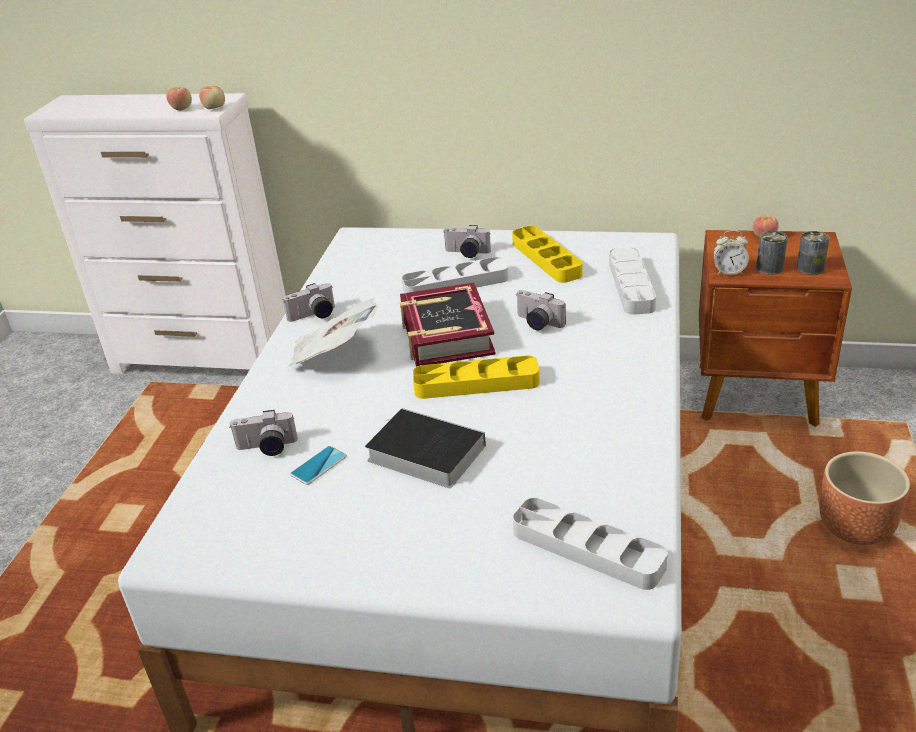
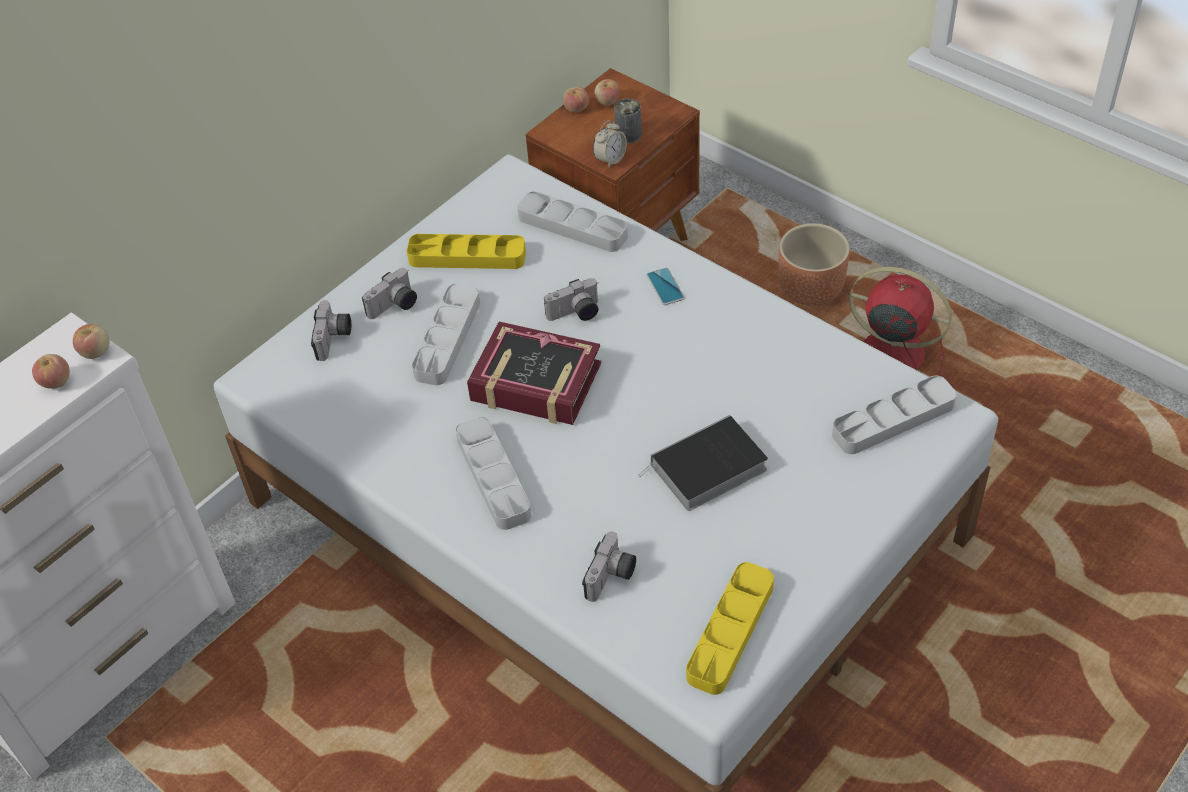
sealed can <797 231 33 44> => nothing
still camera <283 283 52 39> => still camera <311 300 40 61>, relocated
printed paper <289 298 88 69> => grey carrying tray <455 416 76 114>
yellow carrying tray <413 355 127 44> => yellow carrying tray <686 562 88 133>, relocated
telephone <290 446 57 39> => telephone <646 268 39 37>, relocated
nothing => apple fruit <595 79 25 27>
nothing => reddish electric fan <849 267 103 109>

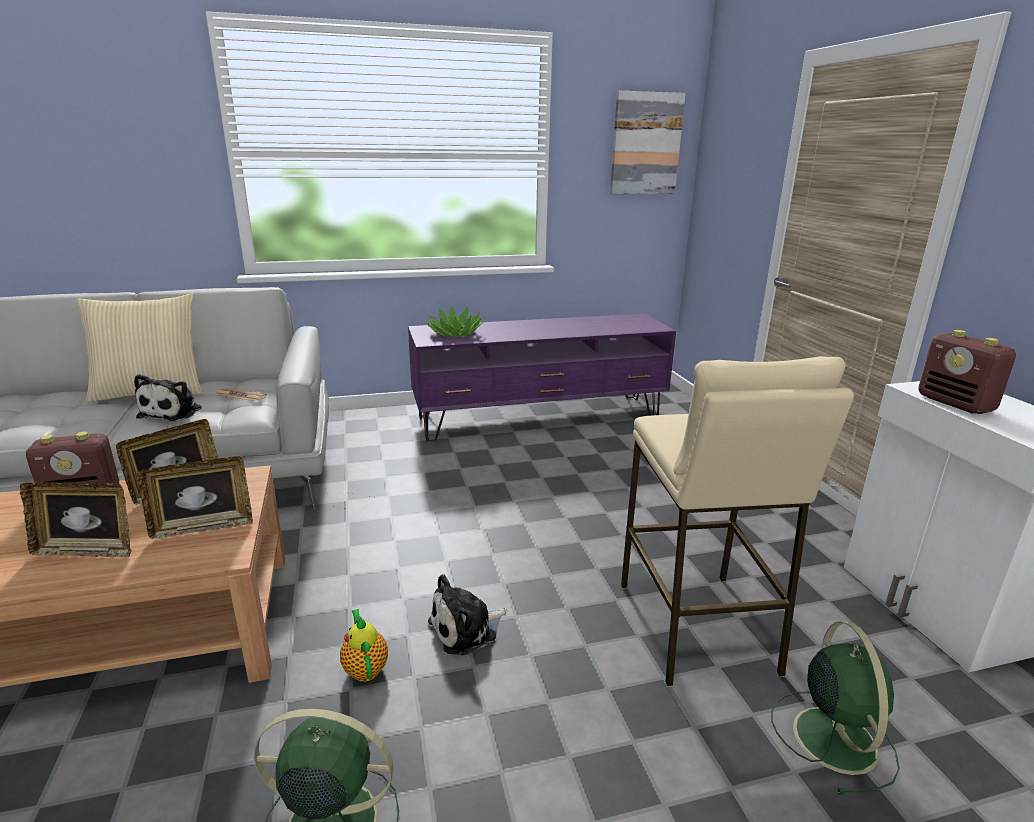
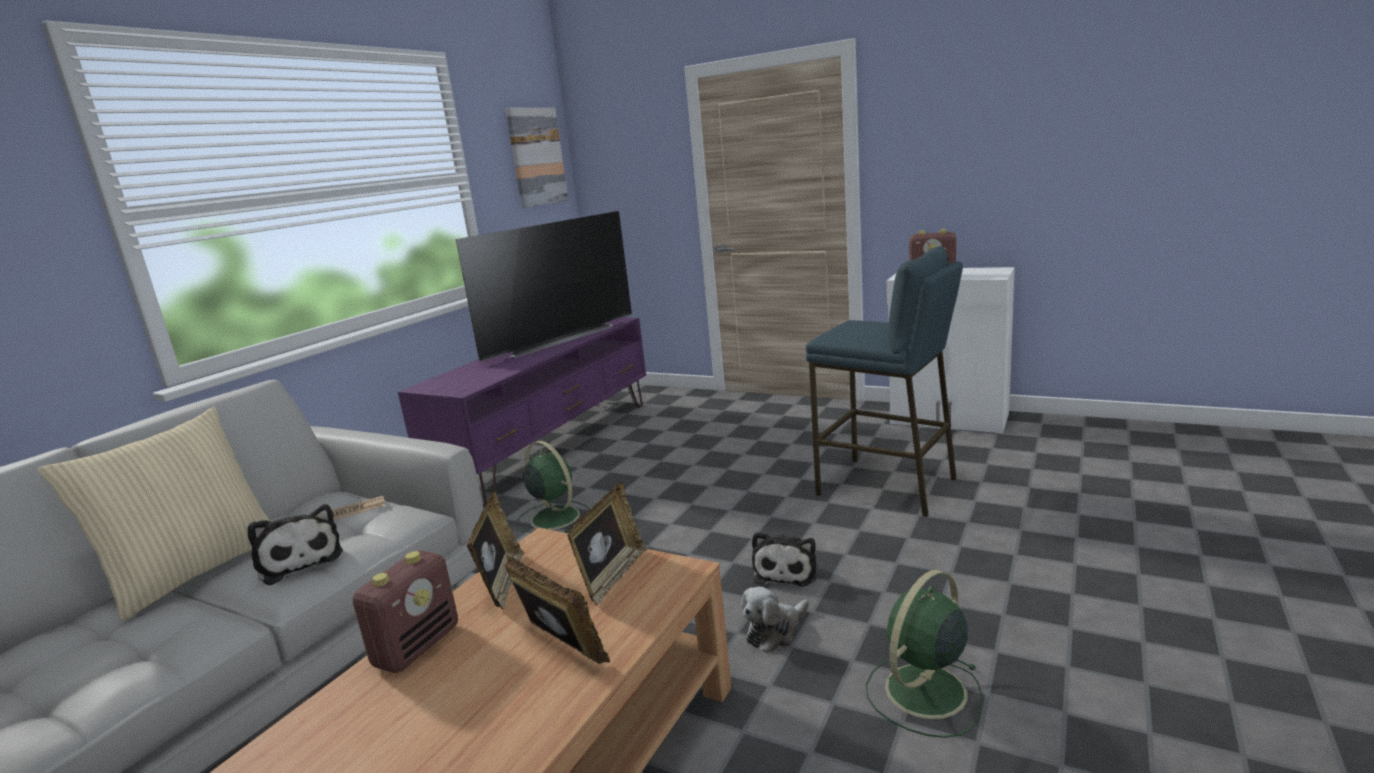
houseplant <425 305 60 32> => nothing
sand-coloured stool <621 356 233 331> => blue stool <806 246 157 271>
picture frame <20 482 111 75> => picture frame <505 554 105 110>, 90 degrees counterclockwise
tea pot <340 609 48 73> => soft toy <741 587 68 66>
green electric fan <771 621 129 174> => green electric fan <516 441 74 92>, relocated
nothing => television <456 211 176 151>

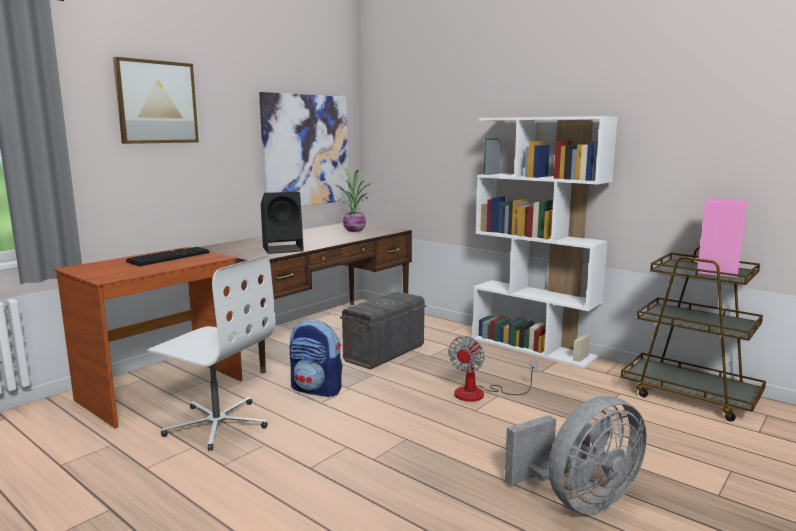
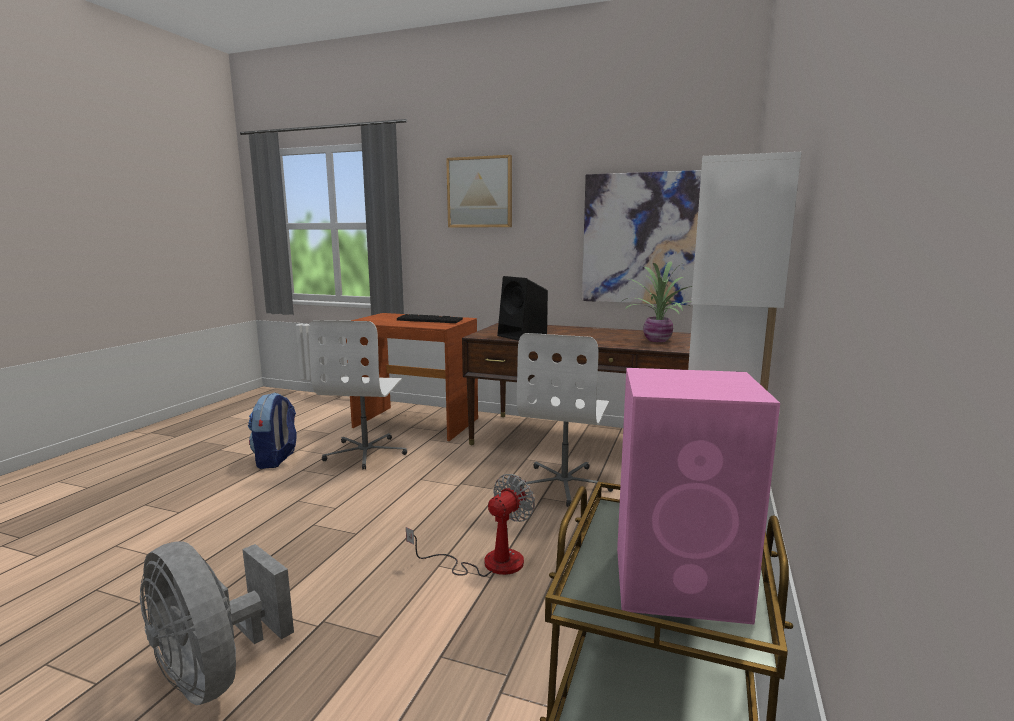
grey storage box <340 291 86 78> => white desk chair <517 333 96 174>
knapsack <290 320 53 77> => knapsack <248 392 48 77>, relocated
electric fan <448 336 89 66> => electric fan <406 474 129 103>, 120 degrees clockwise

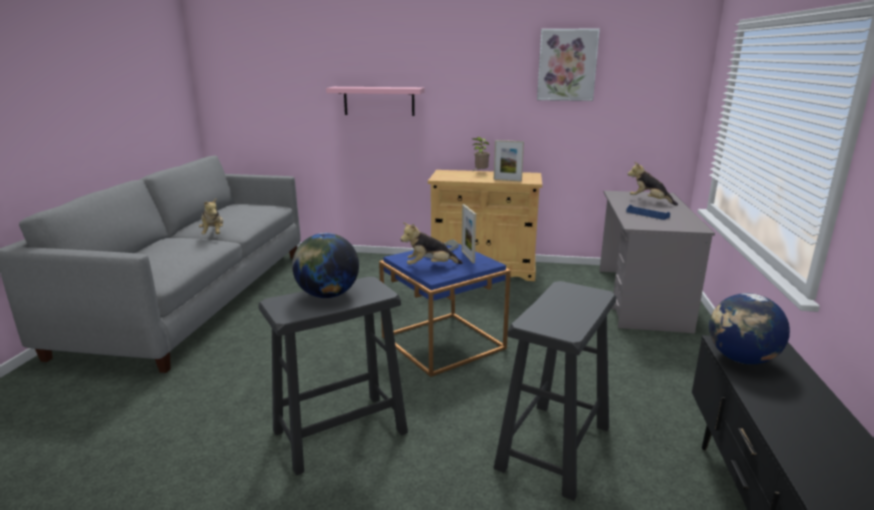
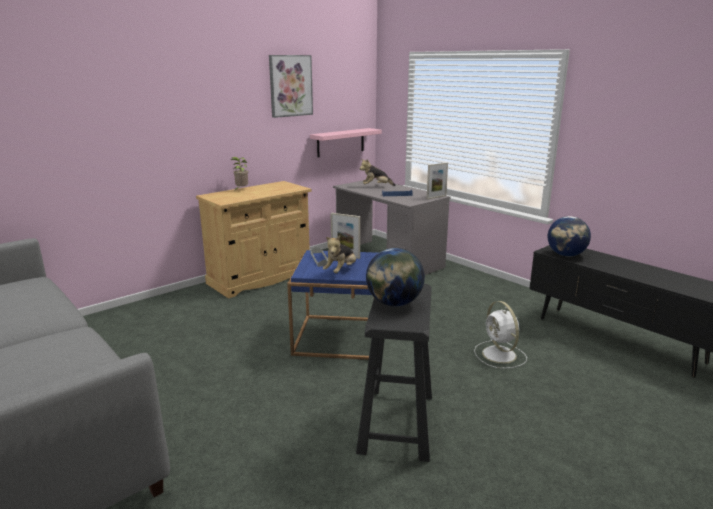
pink-coloured shelf <326 87 99 29> => pink-coloured shelf <310 128 72 29>, relocated
picture frame <494 140 30 42> => picture frame <427 163 21 36>, relocated
soft toy <199 199 24 35> => nothing
black stool <494 281 122 220> => white electric fan <474 301 53 67>

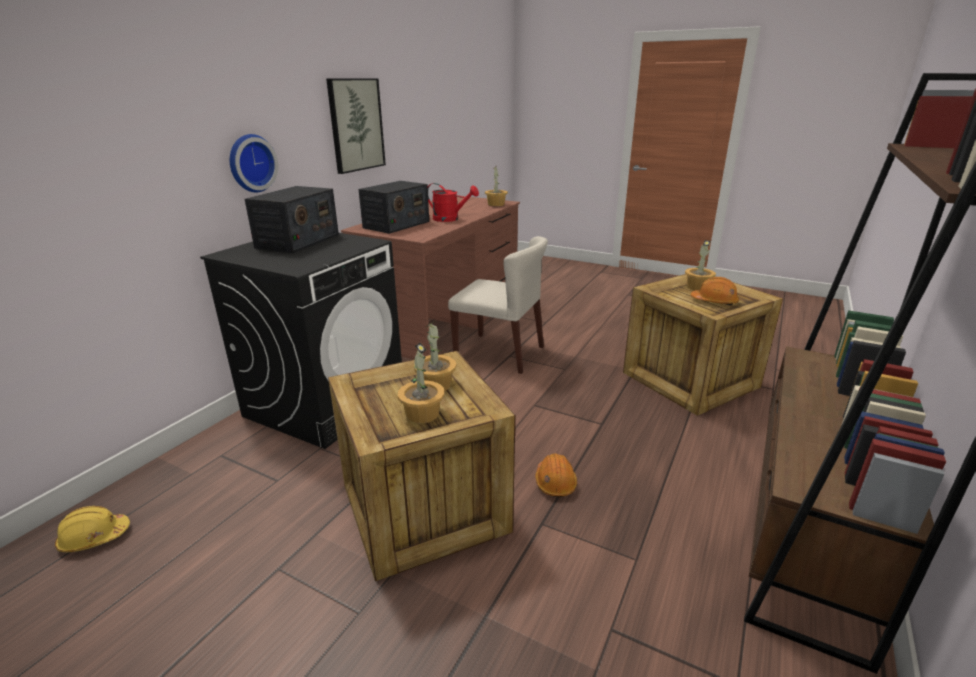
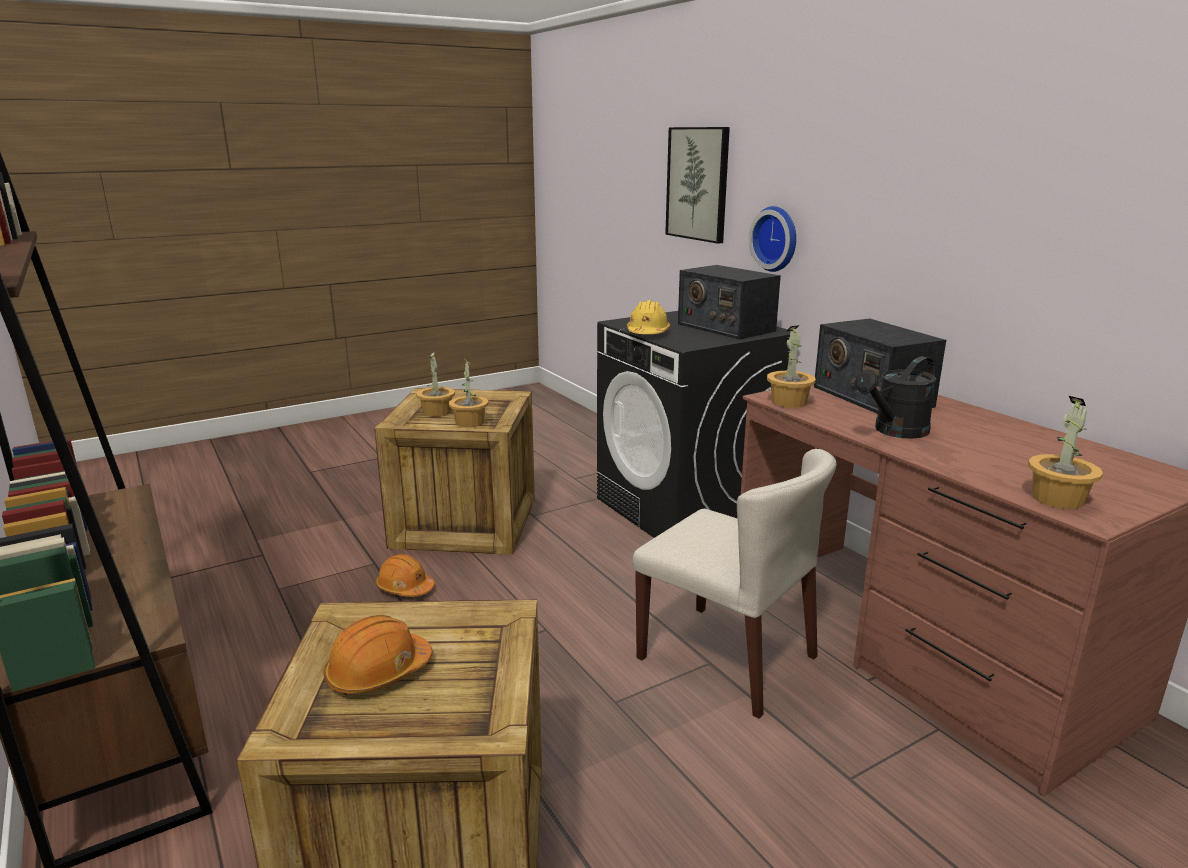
wall art <326 79 60 95> => wall art <665 127 65 117>, relocated
reddish watering pot <428 183 51 39> => black watering pot <854 356 82 83>
sand-coloured chair <448 236 100 138> => sand-coloured chair <632 449 204 270>, 105 degrees counterclockwise
houseplant <685 240 31 50> => houseplant <767 325 49 83>, relocated
yellow hard hat <55 506 75 46> => yellow hard hat <627 300 43 34>, relocated

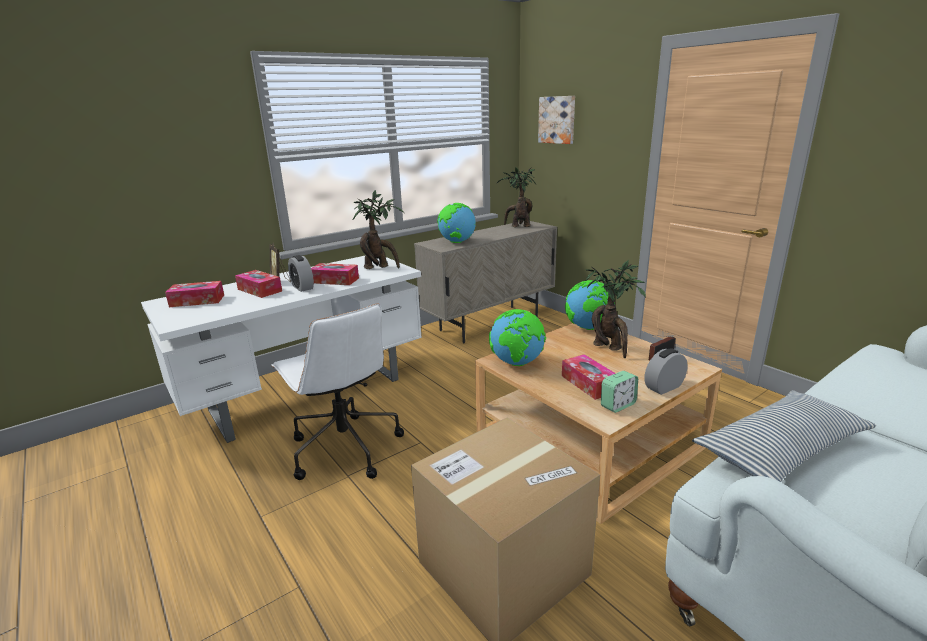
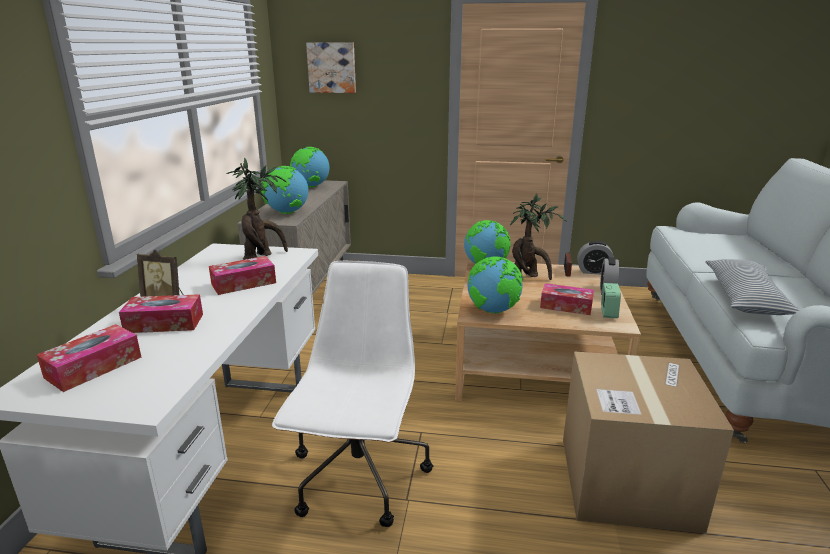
houseplant <496 167 40 60> => world globe <290 147 40 40>
table clock <288 255 26 37> => table clock <577 241 37 34>, relocated
white desk chair <271 303 133 177> => white desk chair <272 260 161 267>, 90 degrees counterclockwise

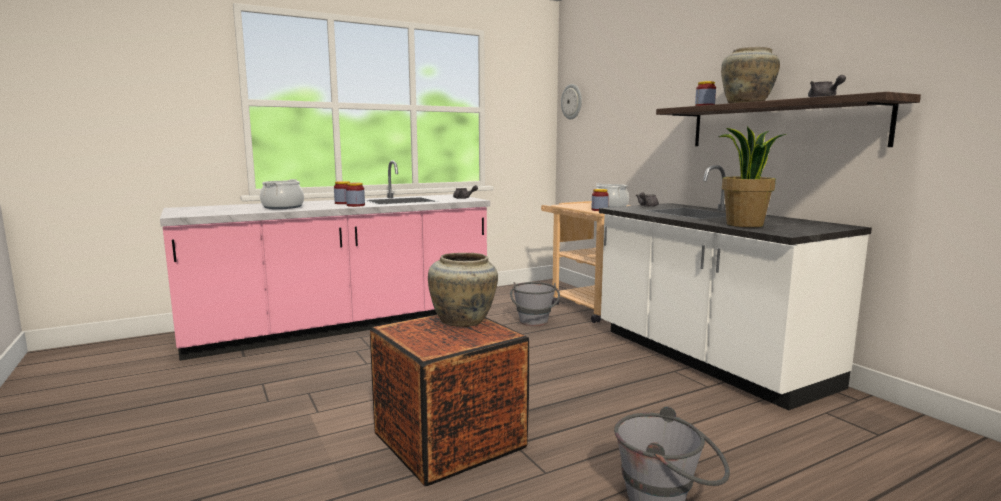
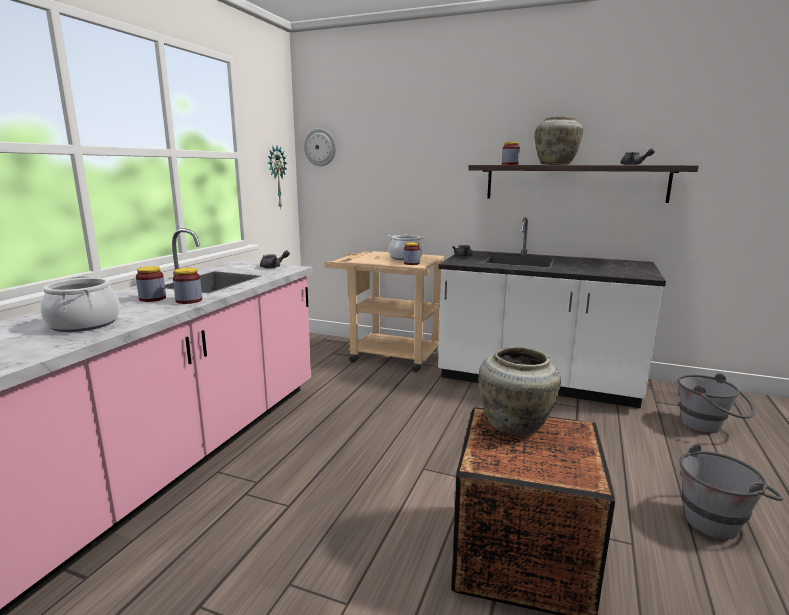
houseplant <718 126 68 101> => nothing
grey bucket <510 282 50 44> => grey bucket <678 374 77 59>, relocated
nothing => wall clock <268 146 19 63>

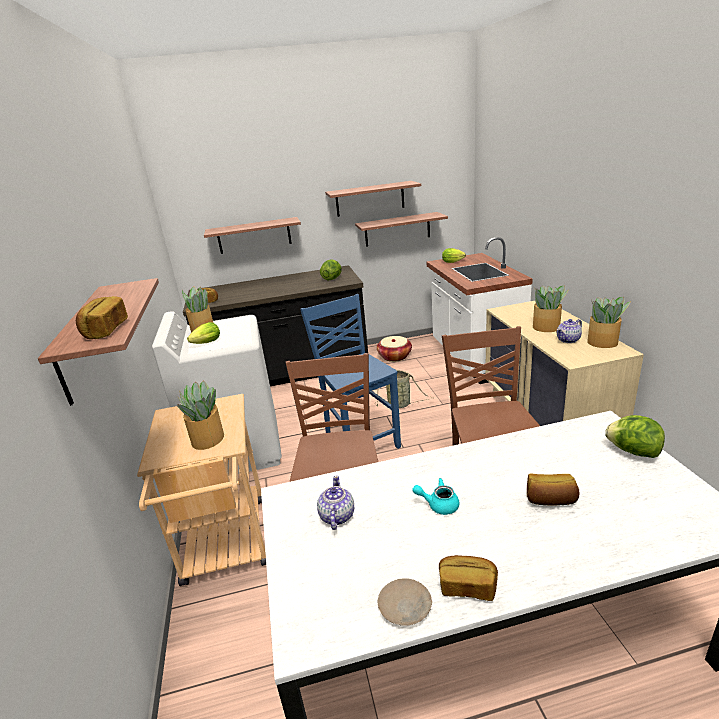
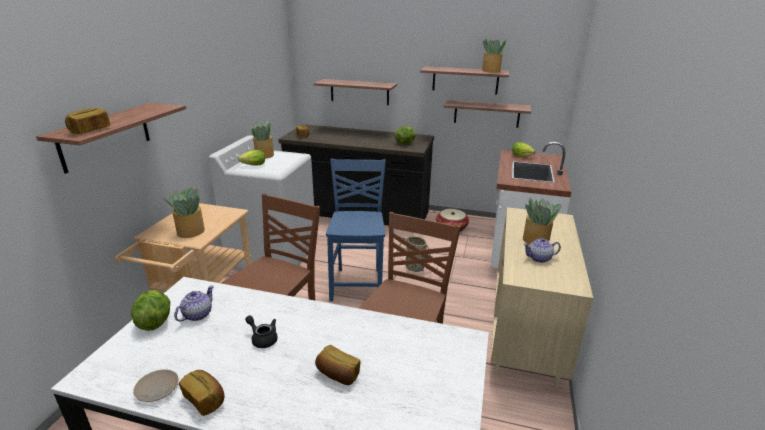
houseplant <587 297 44 51> => houseplant <482 38 26 35>, relocated
head of lettuce <605 415 60 43> => head of lettuce <131 290 39 41>, relocated
turquoise-coloured tea pot <412 478 48 37> => black tea pot <245 315 33 33>

